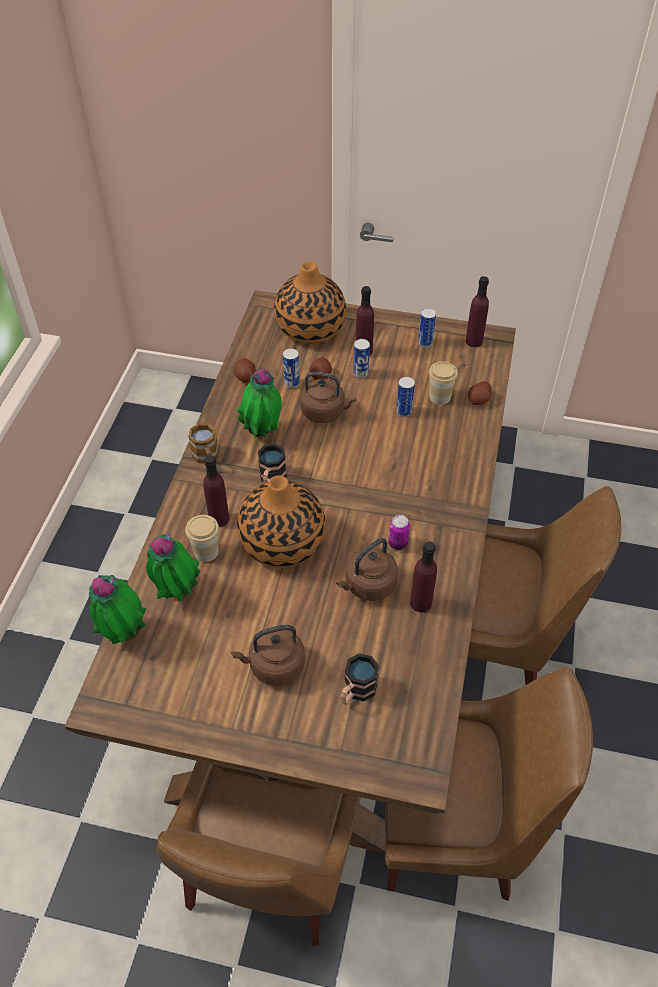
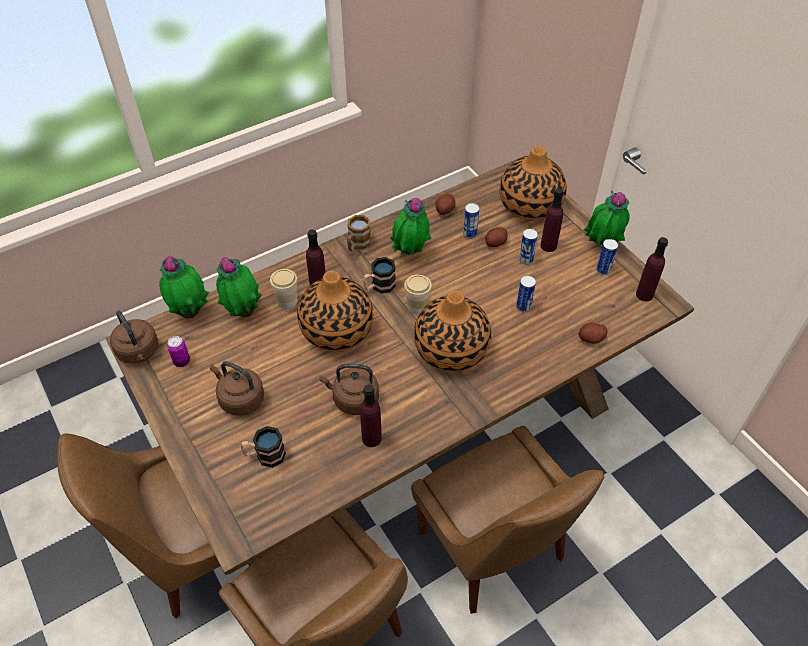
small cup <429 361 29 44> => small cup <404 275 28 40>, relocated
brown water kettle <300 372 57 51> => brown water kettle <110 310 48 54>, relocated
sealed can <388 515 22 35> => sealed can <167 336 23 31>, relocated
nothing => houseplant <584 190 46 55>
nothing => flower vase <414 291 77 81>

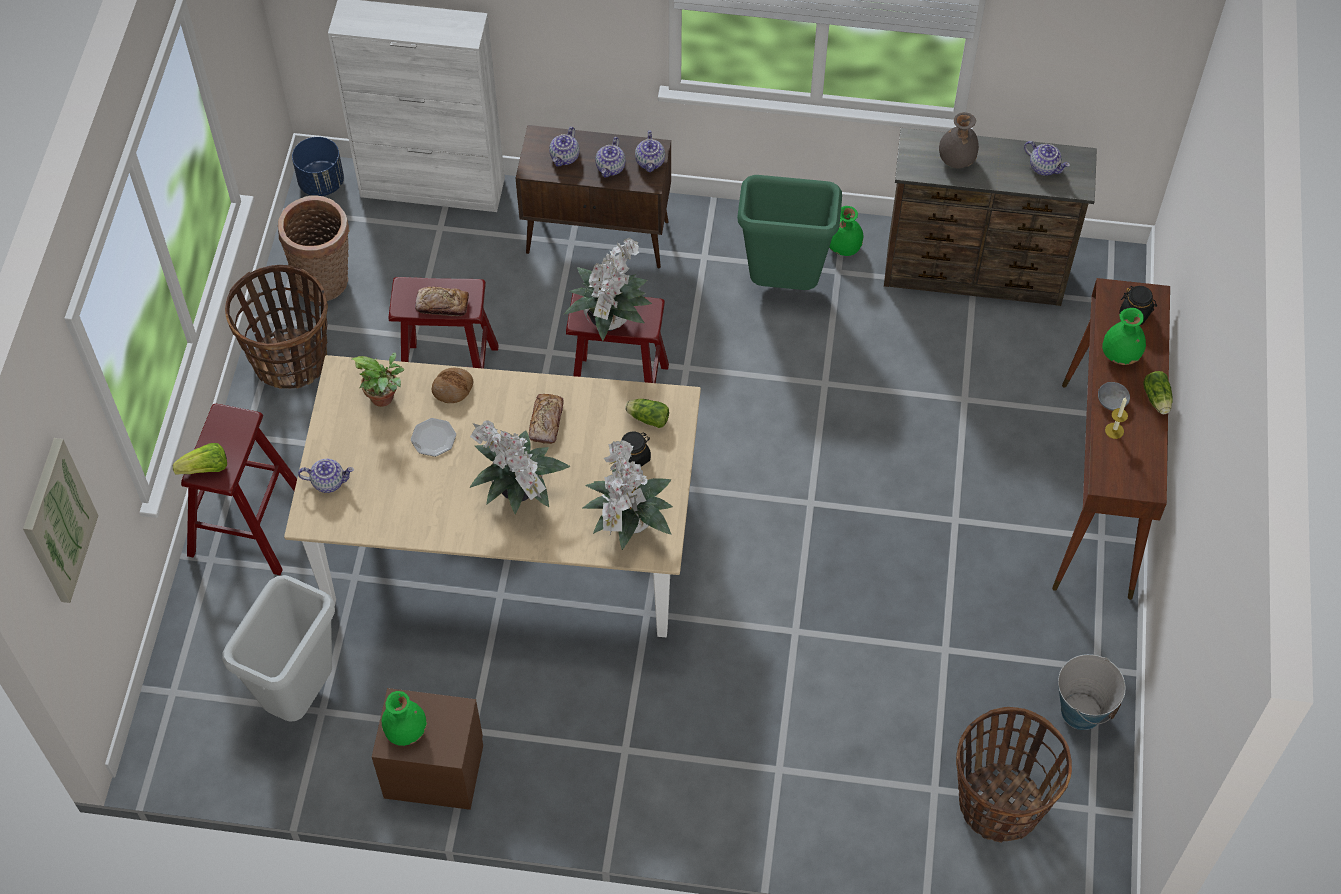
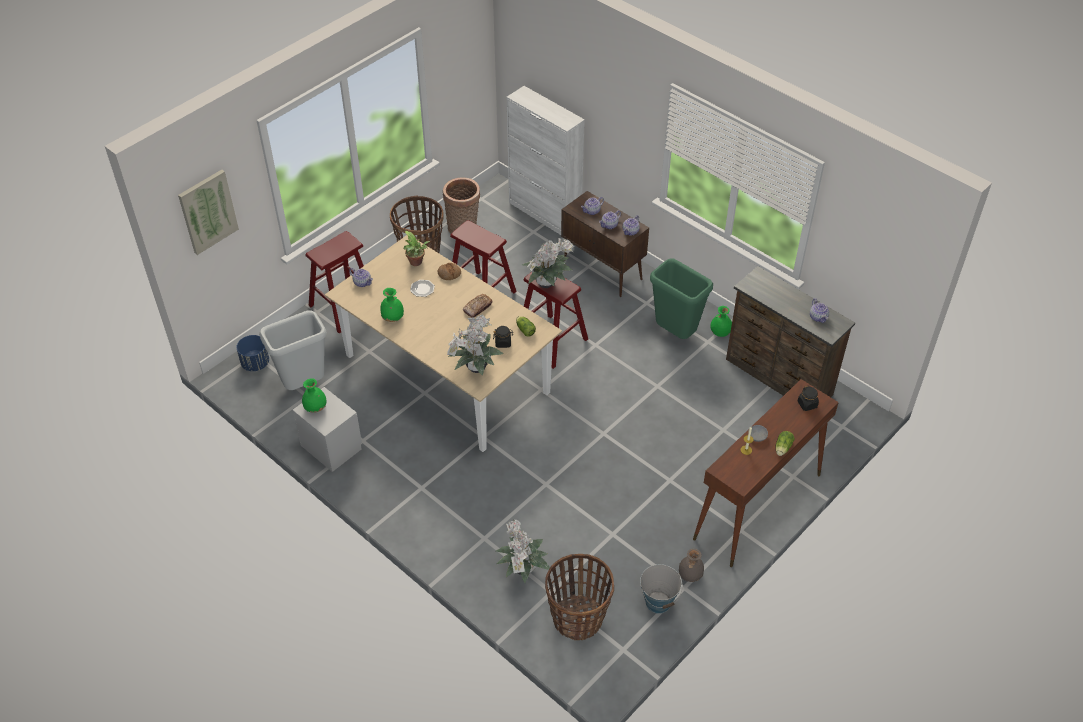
grey flower vase <939 112 40 56> => grey flower vase <679 549 25 33>, relocated
blue planter <292 137 52 59> => blue planter <236 335 33 36>, relocated
bread <415 287 54 29> => nothing
green flower vase <1102 308 44 57> => green flower vase <380 288 24 34>, relocated
houseplant <470 420 100 95> => houseplant <496 519 54 64>, relocated
head of lettuce <173 443 54 32> => nothing
brown night table <372 688 111 122> => grey night table <292 387 70 85>

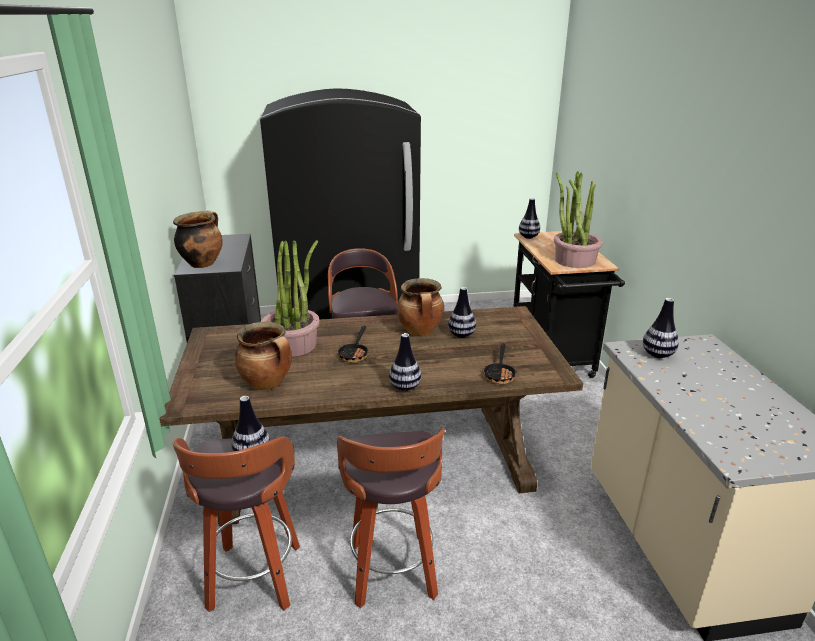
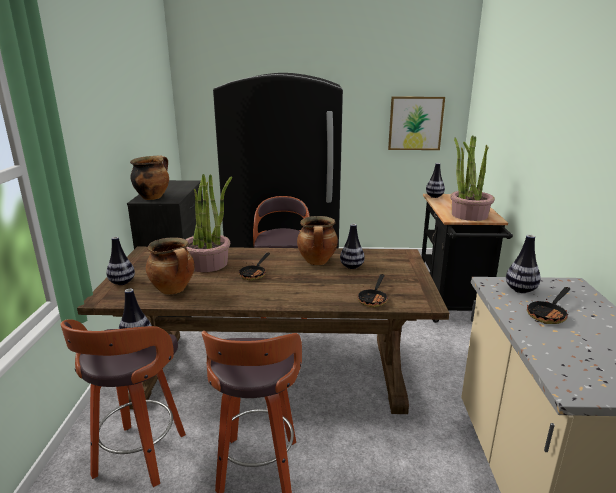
flower vase <389 333 32 58> => flower vase <106 237 29 48>, relocated
nothing => wall art <388 97 57 53>
nothing => pan <527 287 43 37>

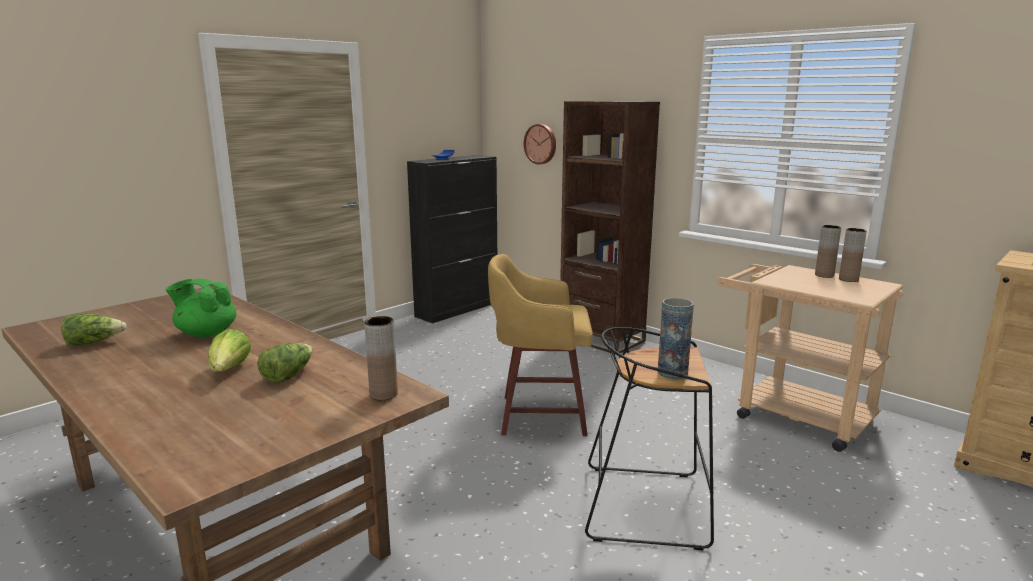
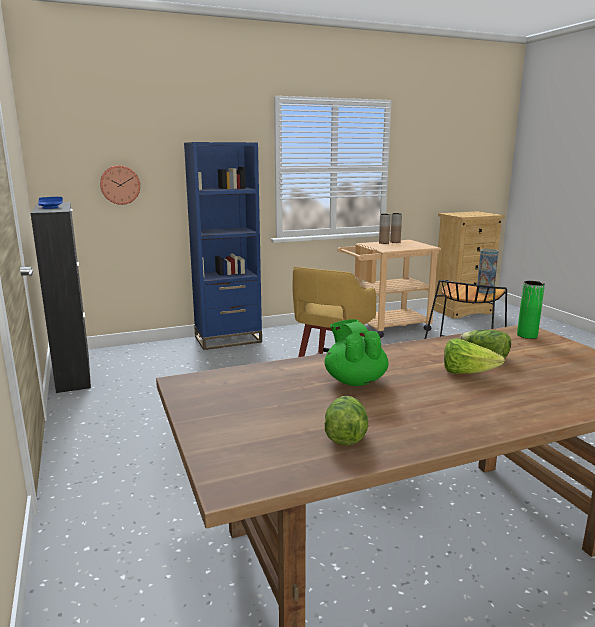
brown shelving unit <560 101 100 254> => blue shelving unit <184 142 78 208>
green tea pot <166 279 70 59> => green tea pot <325 319 64 67>, 120 degrees clockwise
brown flower vase <364 316 34 84> => green flower vase <517 281 28 58>

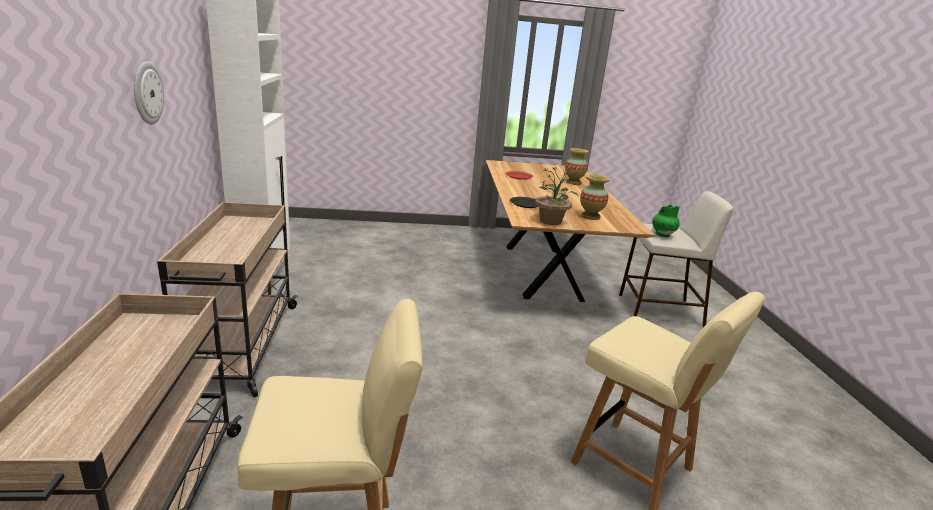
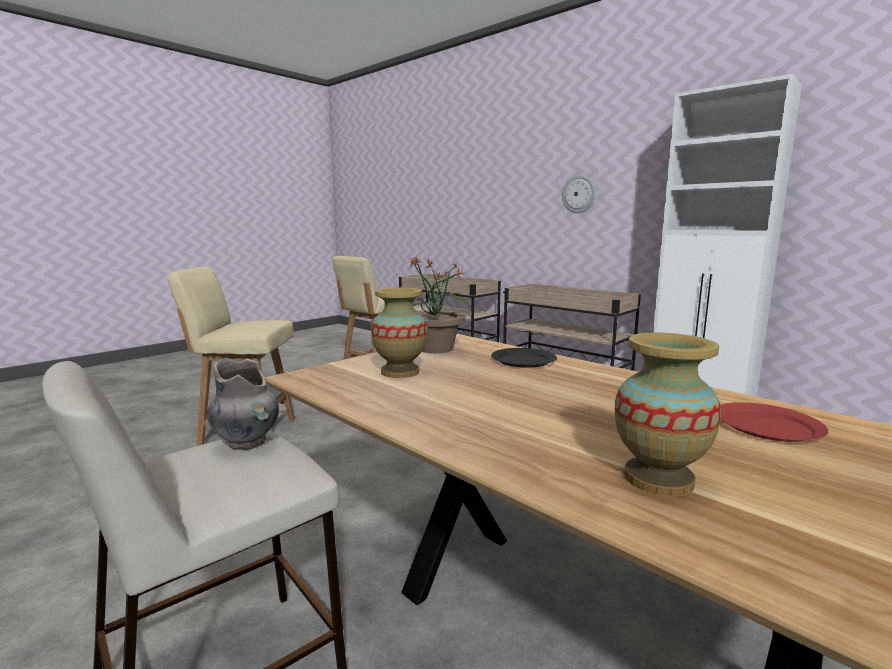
green flower vase <652 204 28 33> => grey flower vase <207 358 72 92>

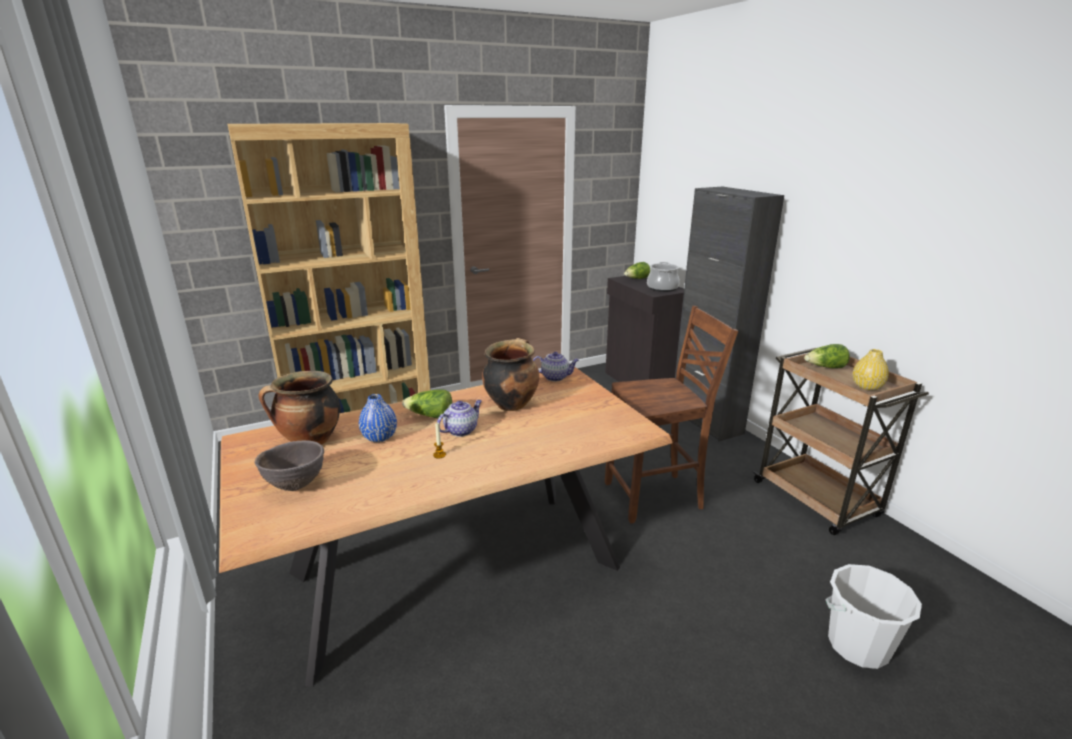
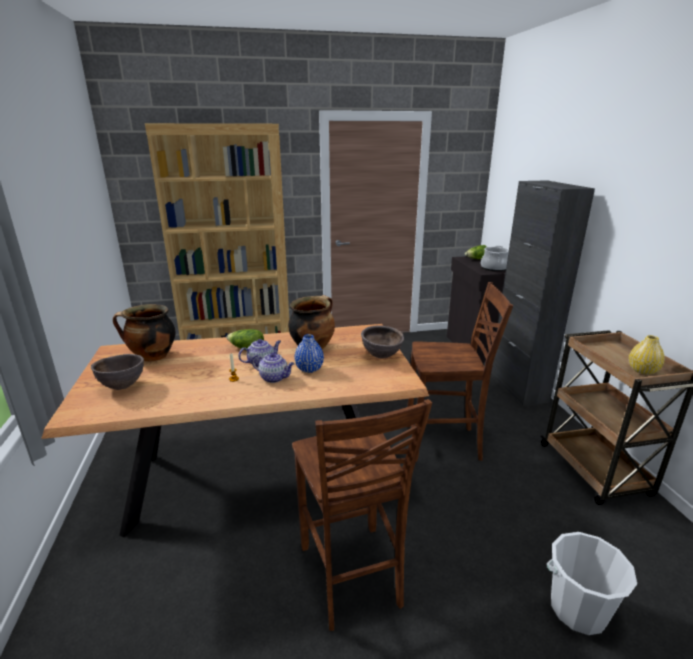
head of lettuce <804 344 46 24> => nothing
tea pot <533 352 46 29> => tea pot <252 353 43 30>, relocated
blue flower vase <359 394 38 48> => blue flower vase <294 334 30 39>, relocated
nothing => brown bowl <361 325 43 34>
nothing => brown chair <292 399 140 232>

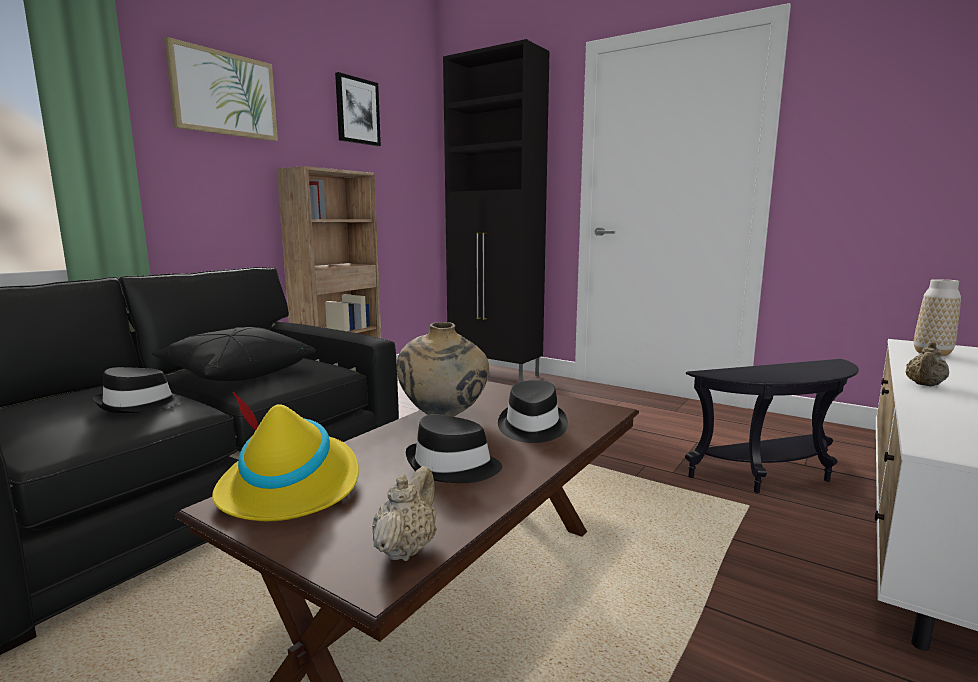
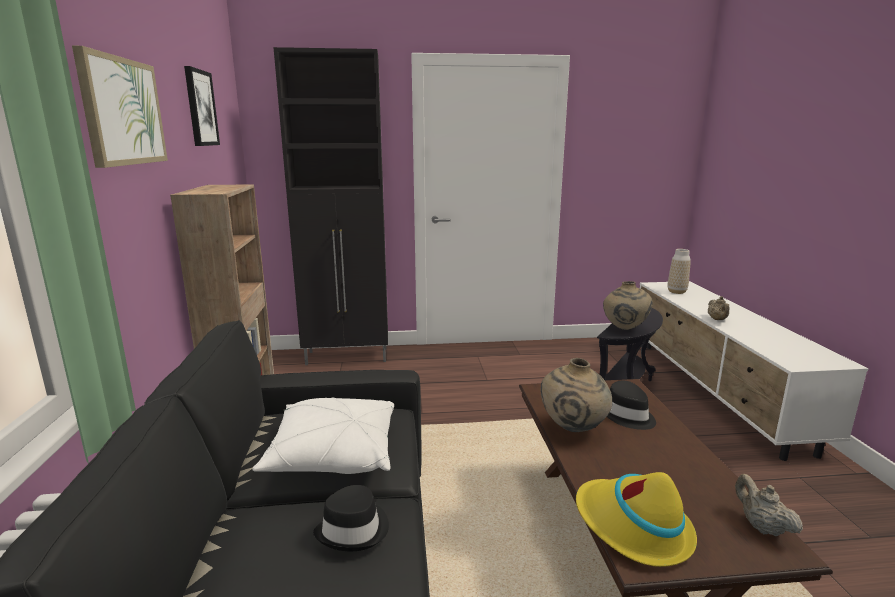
black throw pillow <152 327 164 54> => white throw pillow <252 397 142 77>
black wearable hat <406 414 96 69> => nothing
nothing => sand-coloured flower vase <603 281 50 49>

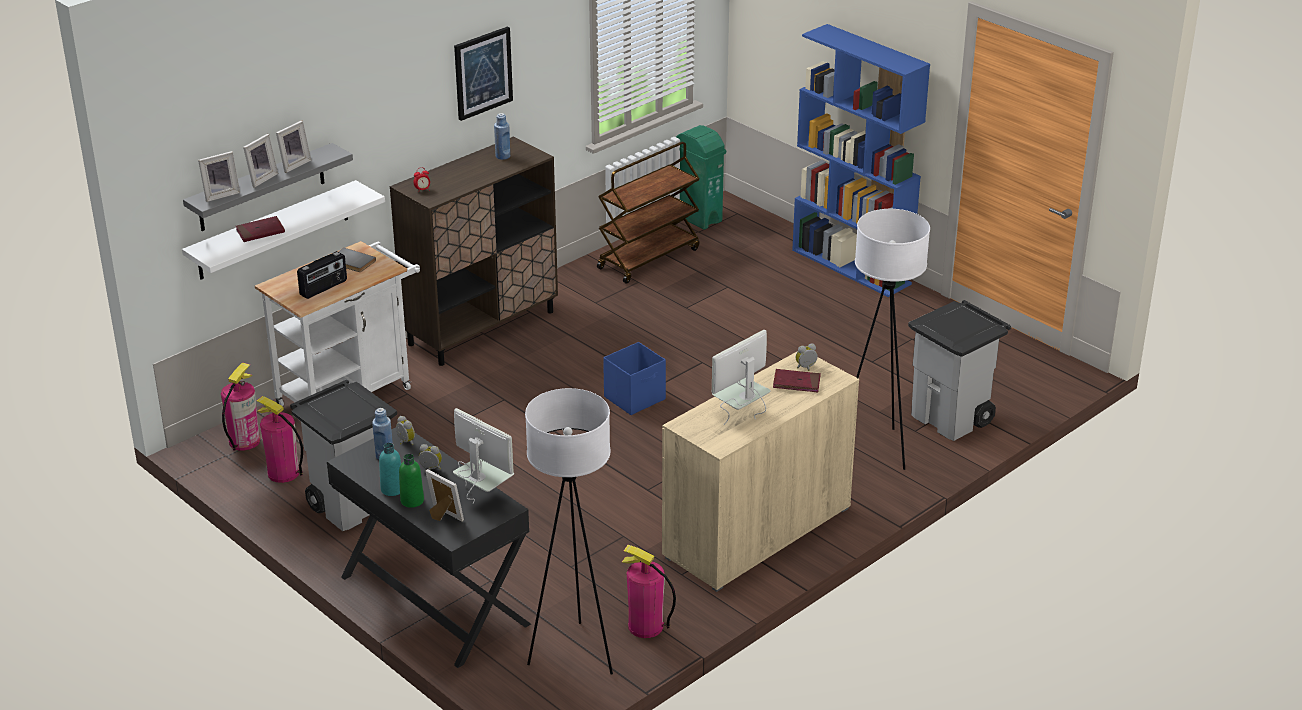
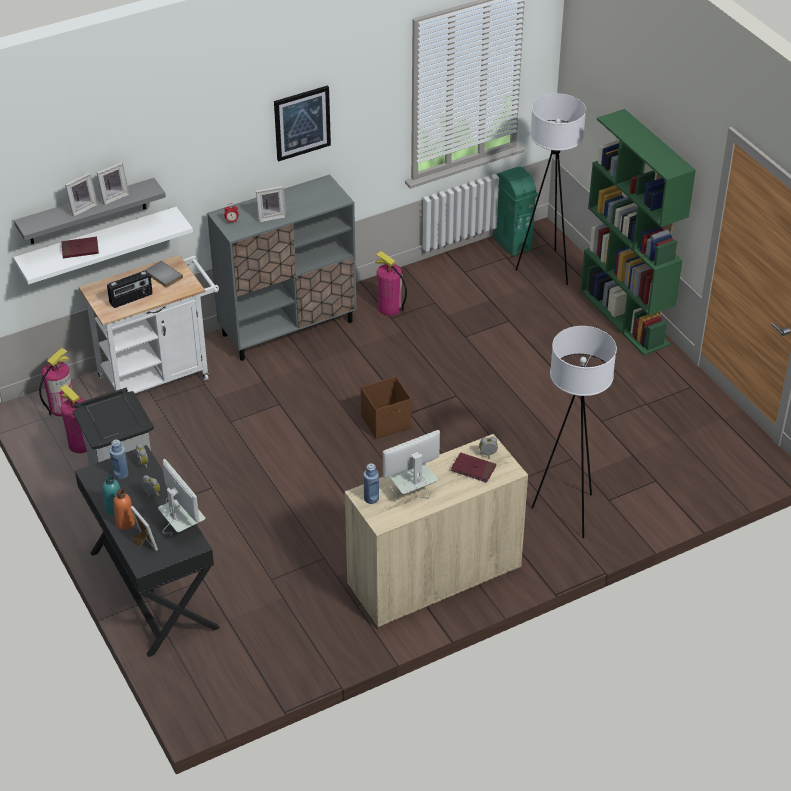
blue shelving unit <792 24 138 273> => green shelving unit <580 109 116 246>
blue drink bottle <494 113 16 47> => blue drink bottle <363 463 16 41>, relocated
brown cabinet <390 136 168 230> => grey cabinet <207 174 149 187>
brown wheeled cart <597 142 103 142> => nothing
picture frame <198 151 42 51> => picture frame <256 186 30 36>, relocated
grey rubbish bin <908 300 103 141> => nothing
blue storage box <603 342 63 73> => brown storage box <361 376 50 63>
white standing lamp <525 388 88 286> => white standing lamp <516 94 70 191>, relocated
green drink bottle <399 454 25 54> => orangey drink bottle <113 489 22 41>
fire extinguisher <622 545 54 93> => fire extinguisher <375 251 32 65>, relocated

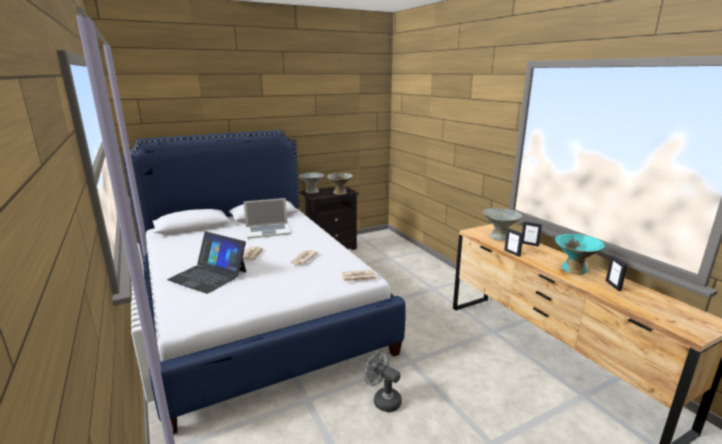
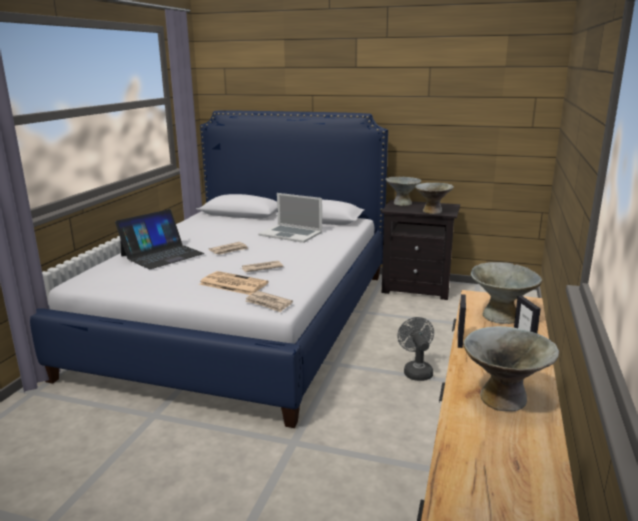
notebook computer <167 231 79 63> => notebook computer <115 209 90 60>, 120 degrees counterclockwise
turquoise-coloured bowl <555 234 50 41> => grey bowl <463 326 96 85>
picture frame <606 256 21 35> => nothing
grey electric fan <364 350 38 62> => grey electric fan <397 317 37 64>, relocated
nothing => printed paper <199 271 69 24>

